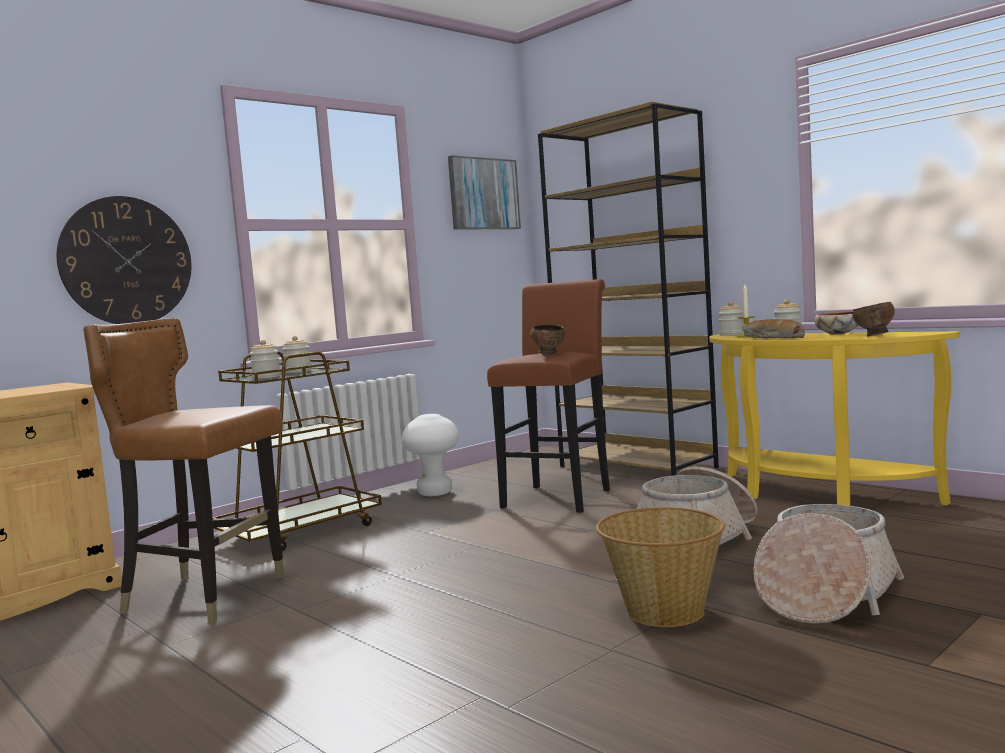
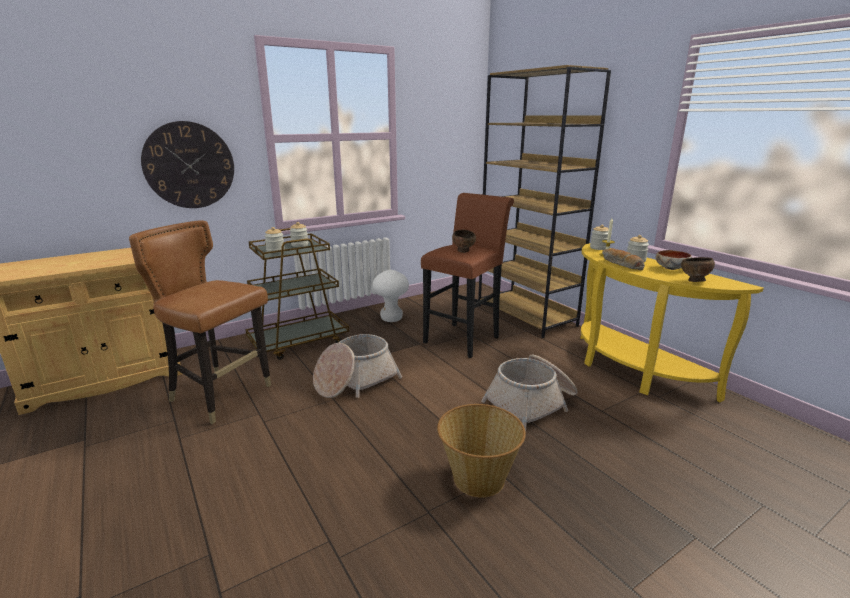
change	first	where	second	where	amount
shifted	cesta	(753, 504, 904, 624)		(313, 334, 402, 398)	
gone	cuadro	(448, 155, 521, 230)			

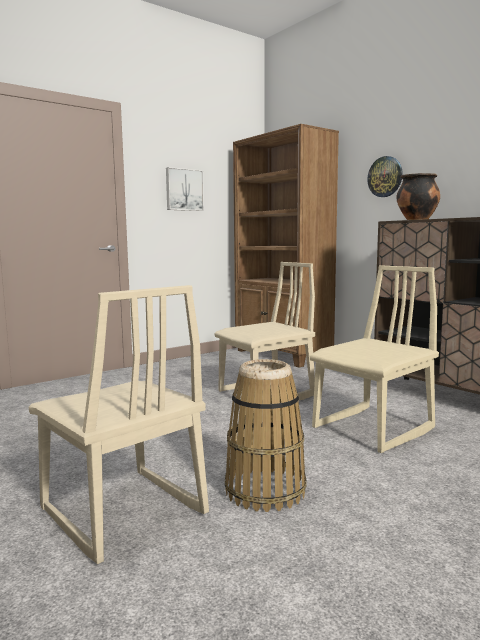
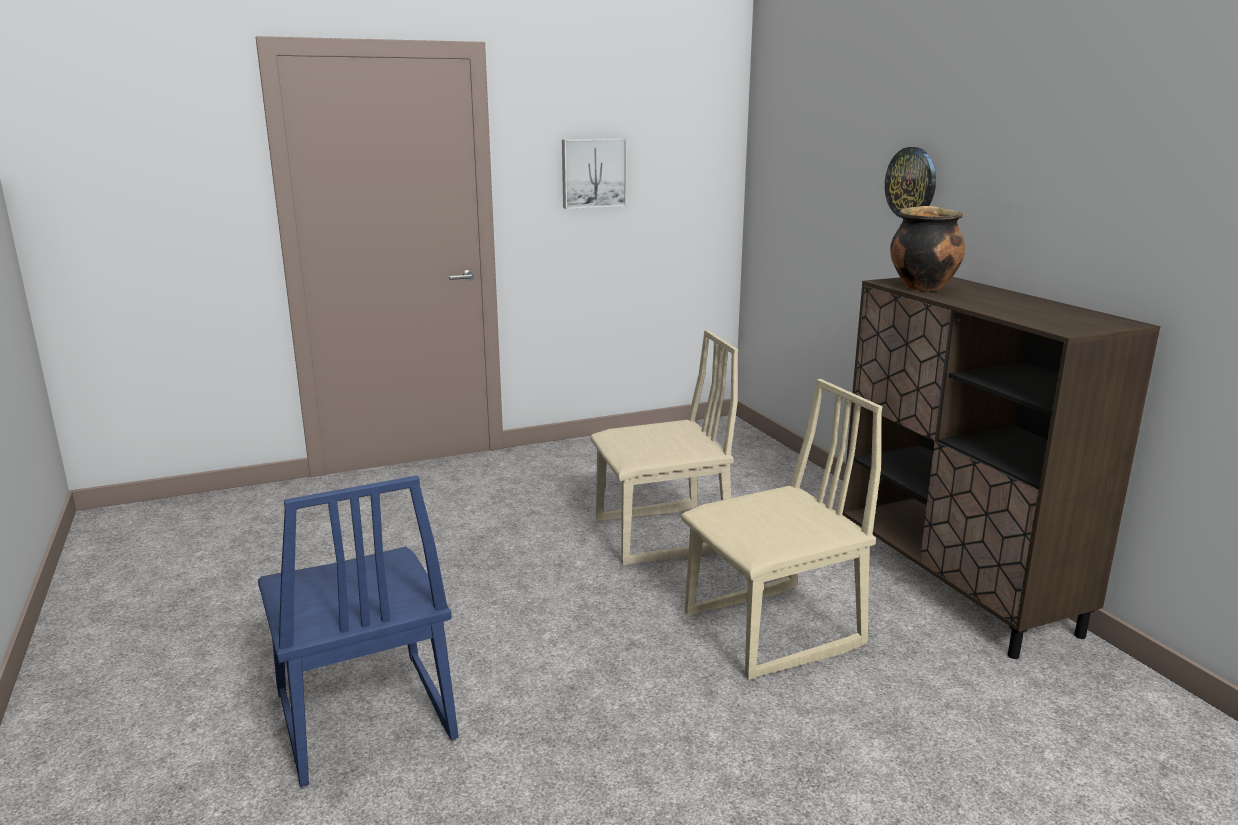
change	first	where	second	where	amount
repainted	silla (beis)	(29, 285, 209, 564)	silla (azul)	(258, 475, 458, 787)	
gone	cesta	(225, 359, 307, 512)			
gone	estantería (marrón)	(233, 124, 339, 368)			

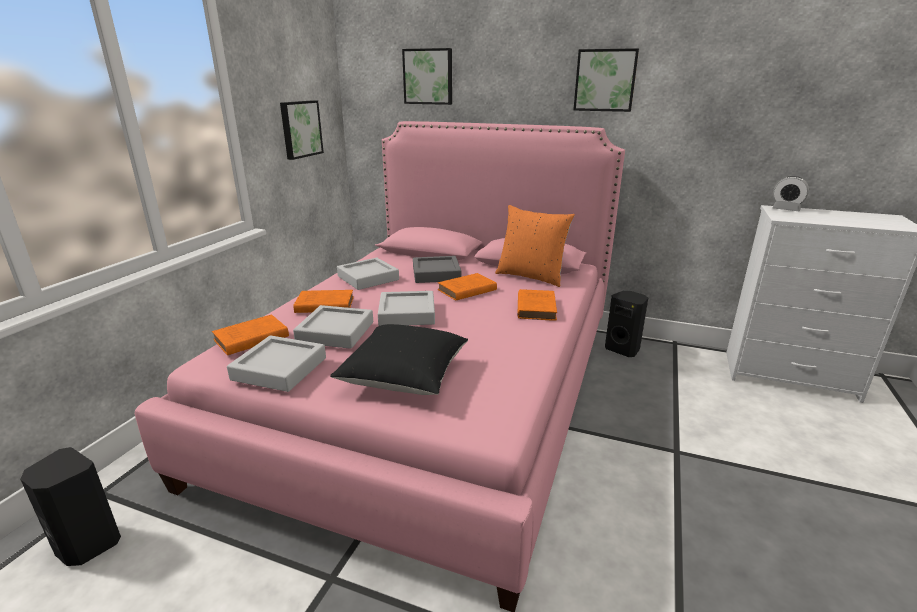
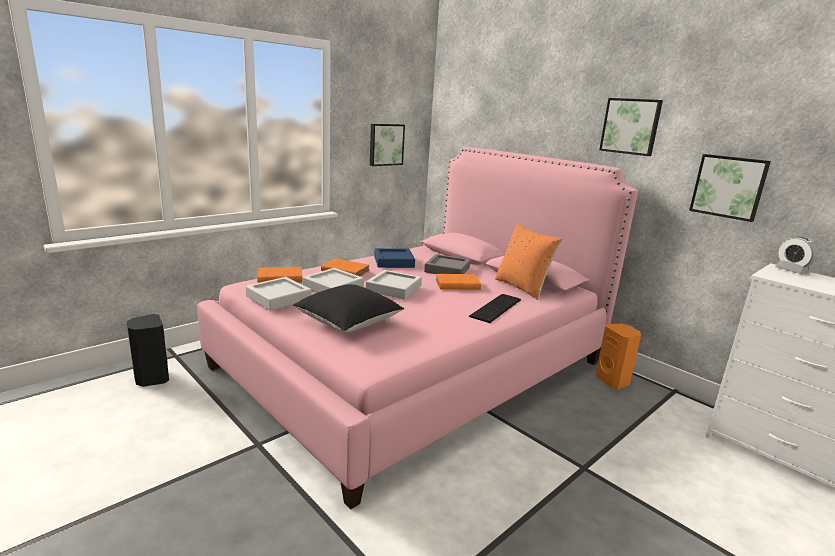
change	first	where	second	where	amount
repainted	bandeja (gris)	(337, 258, 399, 290)	bandeja (azul)	(374, 248, 415, 268)	
swapped	libro (naranja)	(517, 289, 557, 321)	teclado	(469, 294, 521, 323)	
repainted	altavoz (negro)	(605, 291, 648, 357)	altavoz (naranja)	(595, 324, 641, 389)	
shifted	cuadro	(402, 48, 452, 105)		(689, 154, 771, 222)	

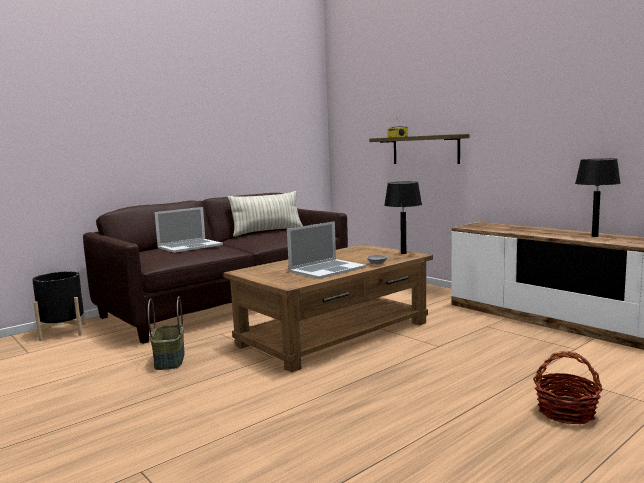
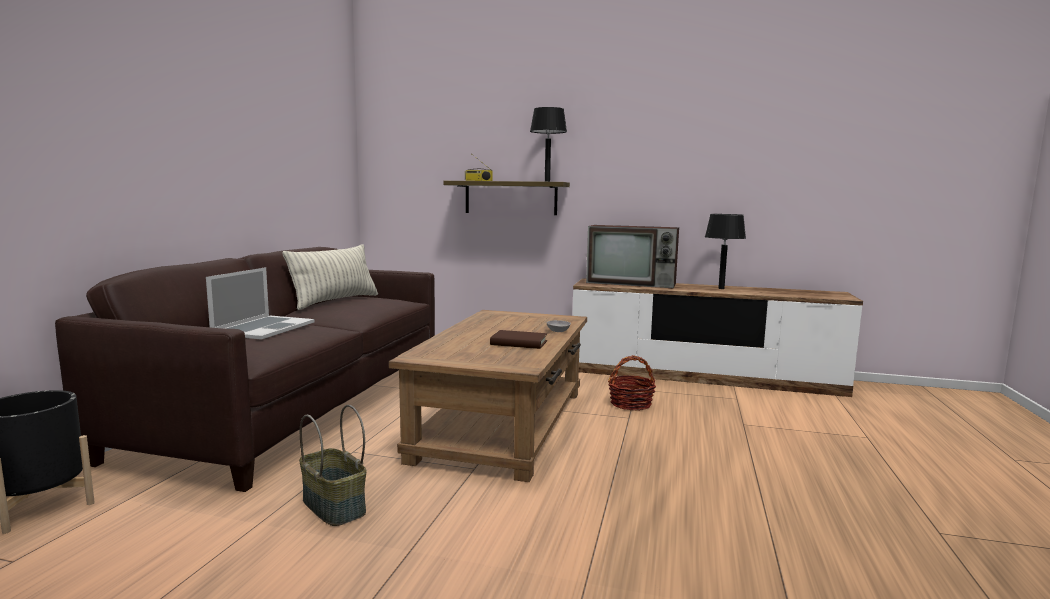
change	first	where	second	where	amount
swapped	portátil	(287, 221, 366, 279)	libro (marrón)	(490, 330, 547, 349)	
shifted	lámpara de mesa (negro)	(384, 182, 422, 254)		(530, 107, 567, 182)	
new			televisor	(586, 225, 679, 288)	
shifted	cesta	(533, 351, 602, 424)		(608, 355, 656, 411)	

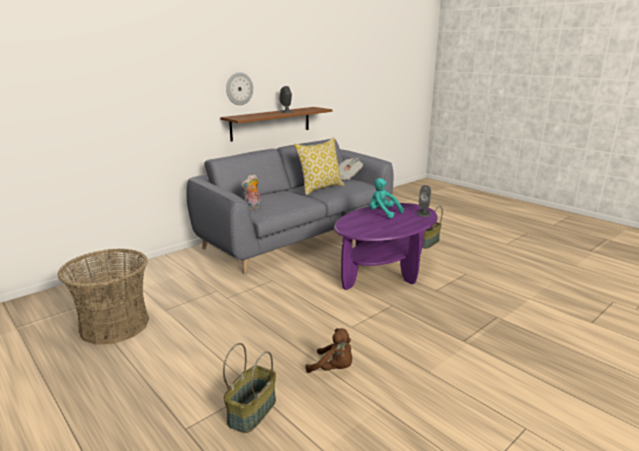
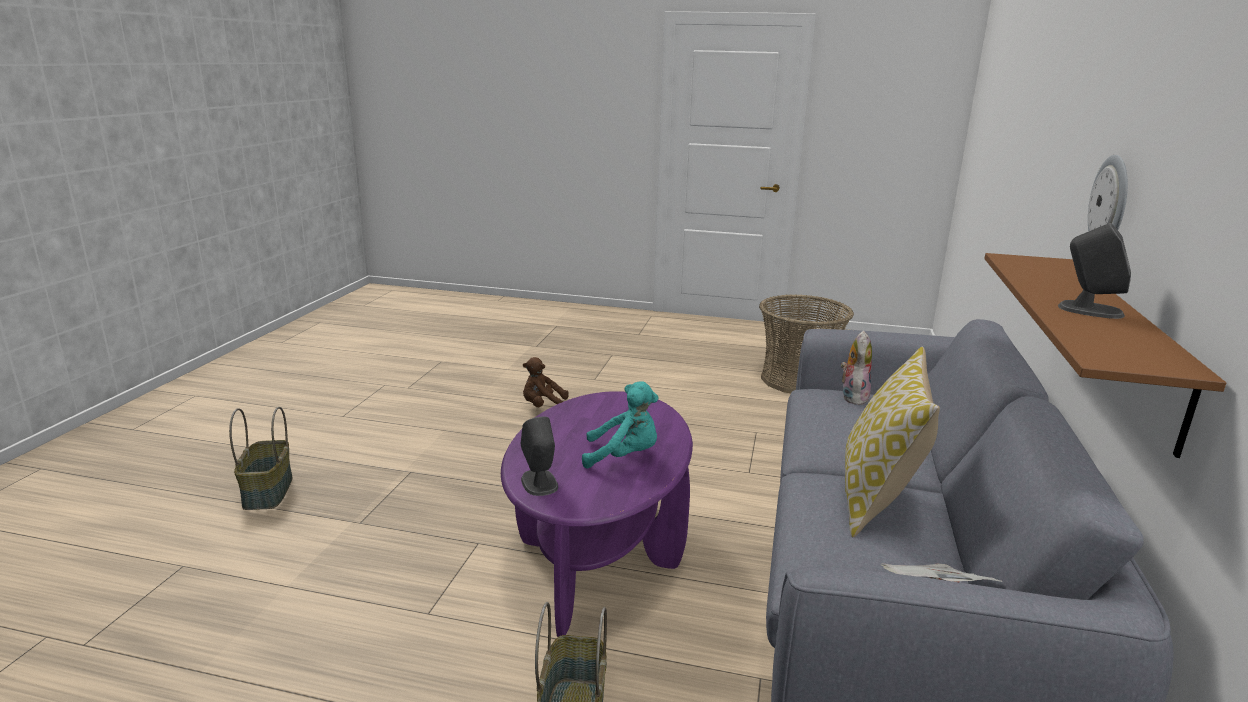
change	first	where	second	where	amount
shifted	cesta	(223, 343, 276, 433)		(229, 407, 292, 510)	

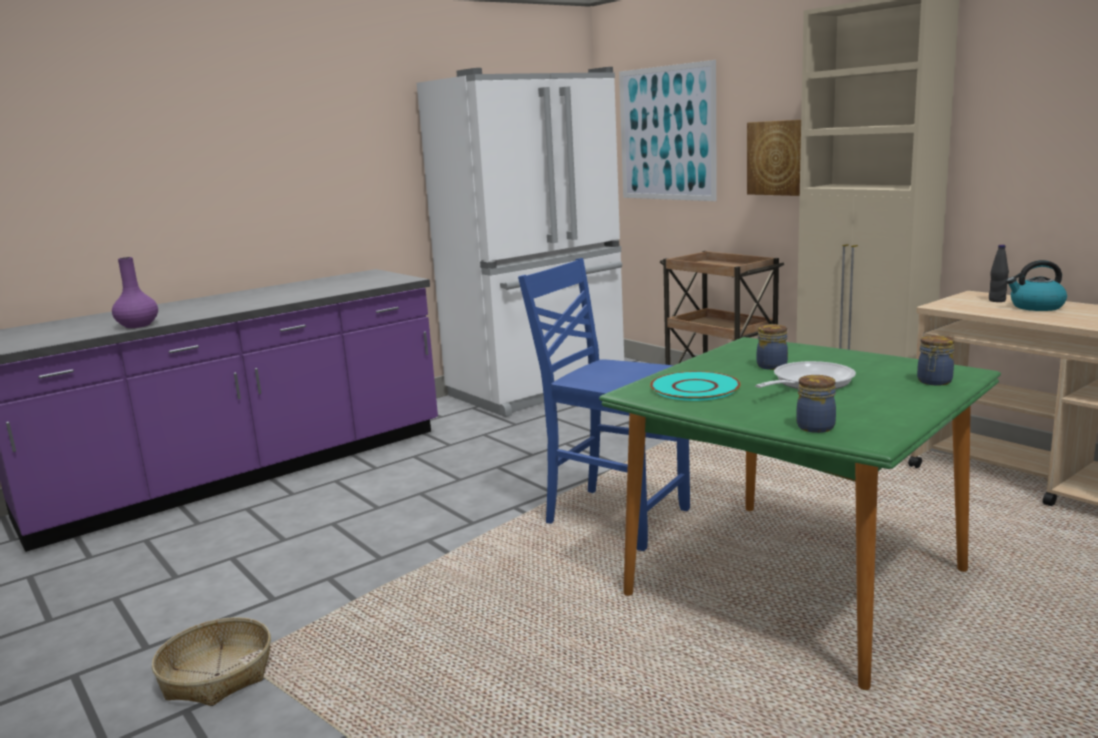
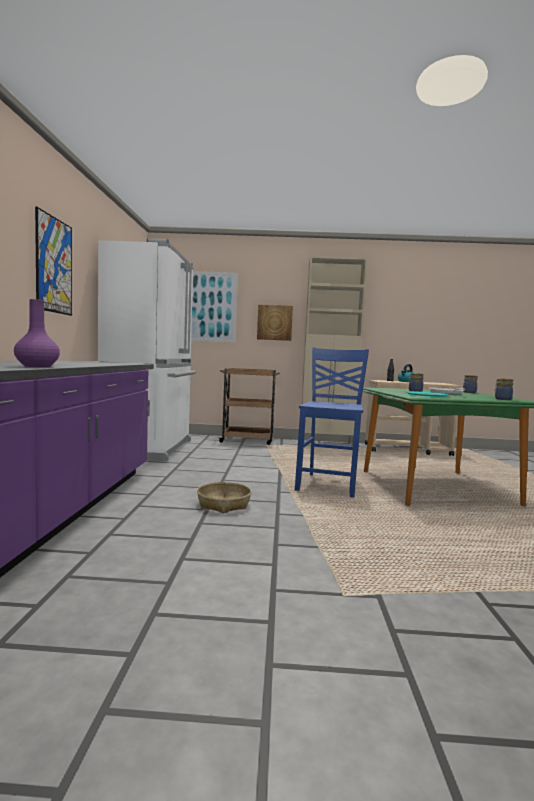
change	first	where	second	where	amount
new			cuadro	(35, 207, 72, 316)	
shifted	cesta	(152, 617, 271, 706)		(197, 482, 252, 514)	
rotated	silla (azul)	(518, 258, 690, 551)		(295, 347, 369, 497)	120 degrees clockwise

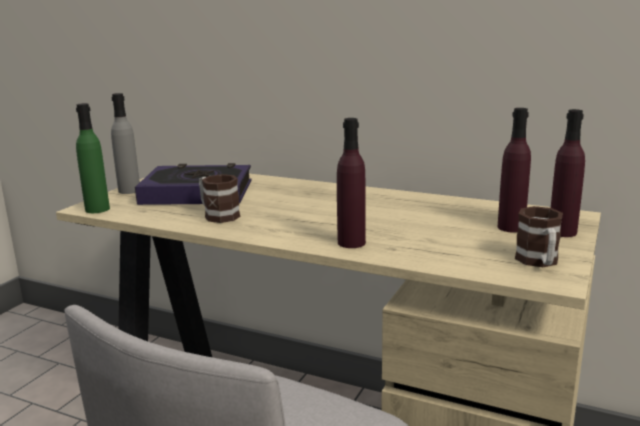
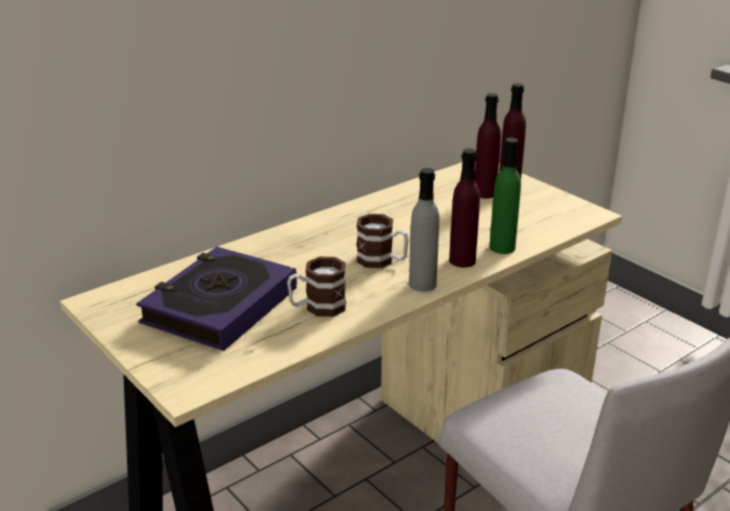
change	first	where	second	where	amount
shifted	taza grande	(515, 206, 563, 267)		(357, 214, 409, 268)	
shifted	botella (gris)	(111, 93, 140, 194)		(409, 168, 439, 292)	
shifted	botella (verde)	(76, 103, 110, 213)		(489, 138, 521, 254)	

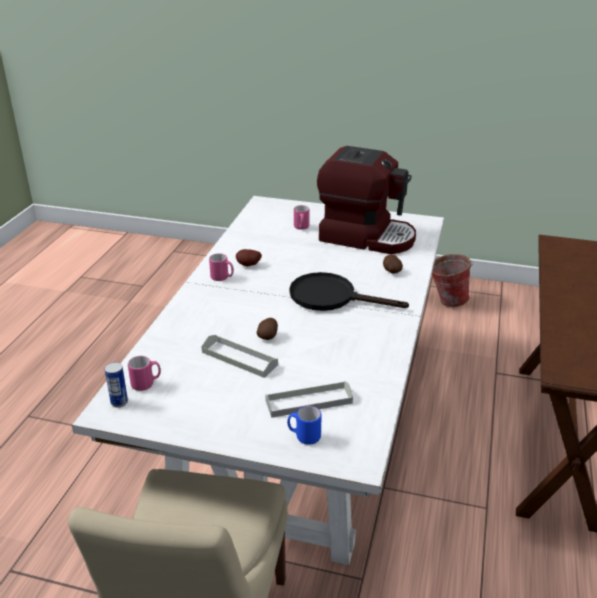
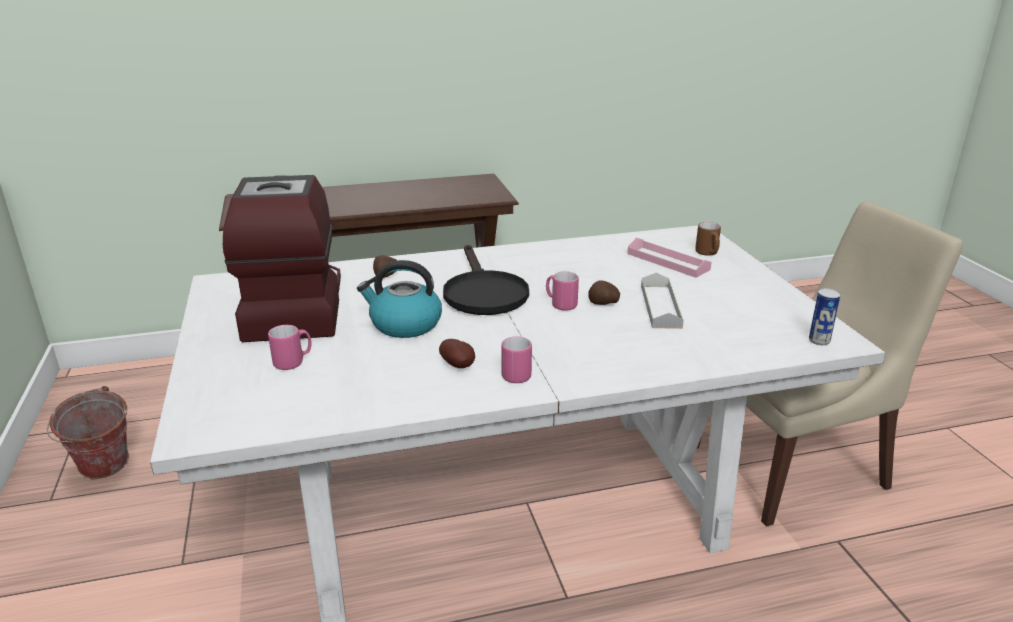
change	first	where	second	where	amount
new			hervidor	(357, 260, 442, 338)	
shifted	taza grande (rosa)	(128, 356, 161, 391)		(546, 271, 579, 311)	
repainted	bandeja (gris)	(265, 381, 353, 418)	bandeja (rosa)	(627, 238, 712, 278)	
repainted	taza grande (azul)	(287, 406, 322, 445)	taza grande (marrón)	(695, 222, 721, 256)	

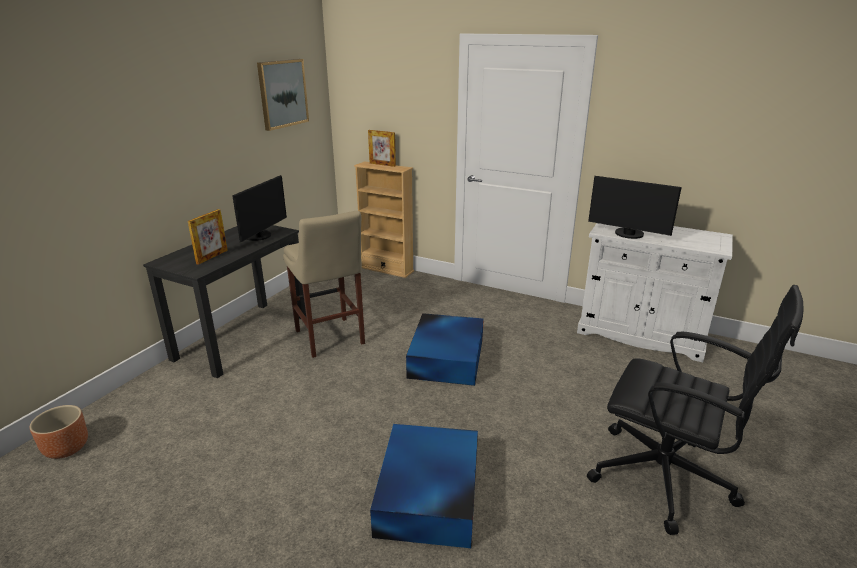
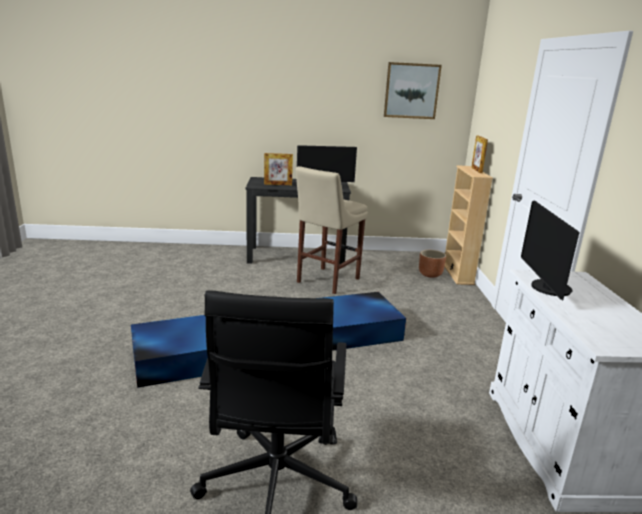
change	first	where	second	where	amount
shifted	maceta (marrón)	(30, 405, 88, 459)		(419, 250, 446, 278)	

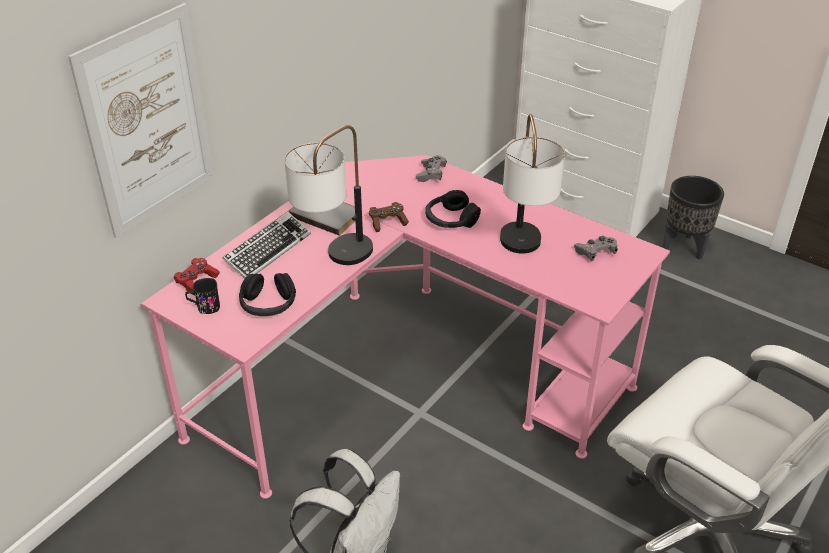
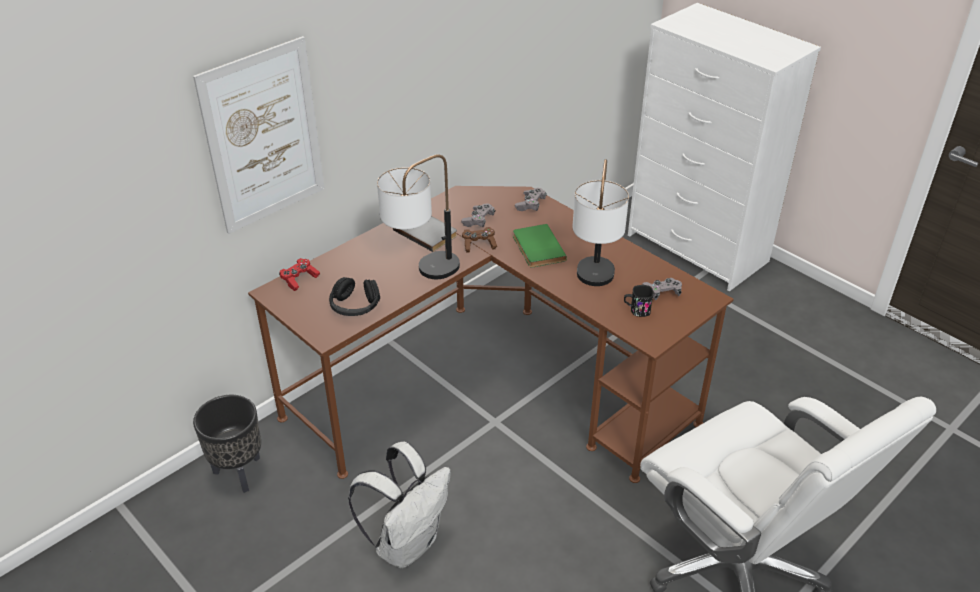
change	first	where	second	where	amount
shifted	maceta (negro)	(662, 176, 724, 260)		(193, 395, 261, 493)	
repainted	escritorio (rosa)	(141, 155, 670, 499)	escritorio (marrón)	(248, 186, 734, 483)	
new			mando de consola (gris)	(461, 203, 495, 227)	
swapped	auriculares (negro)	(425, 190, 481, 228)	libro (verde)	(513, 224, 567, 268)	
shifted	taza grande (negro)	(185, 278, 220, 314)		(624, 285, 654, 317)	
gone	teclado	(222, 211, 311, 278)			

